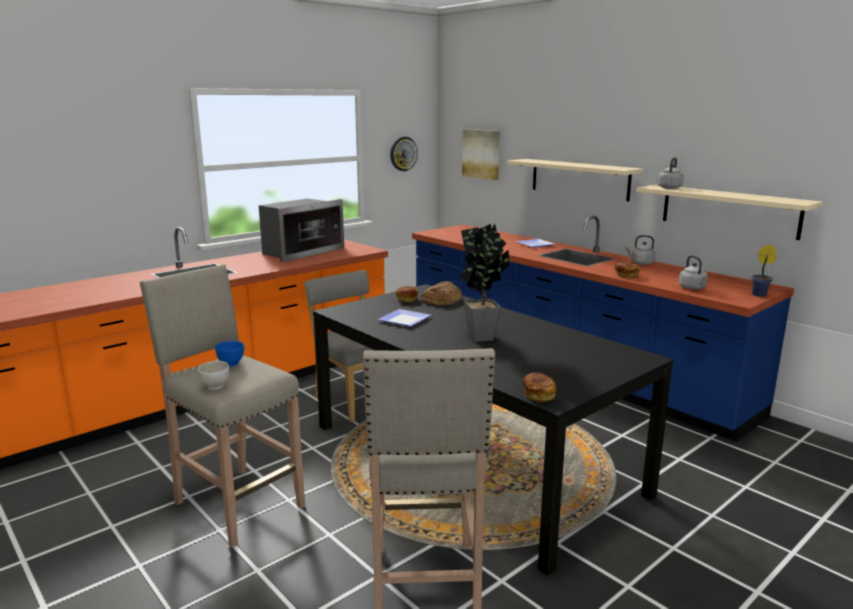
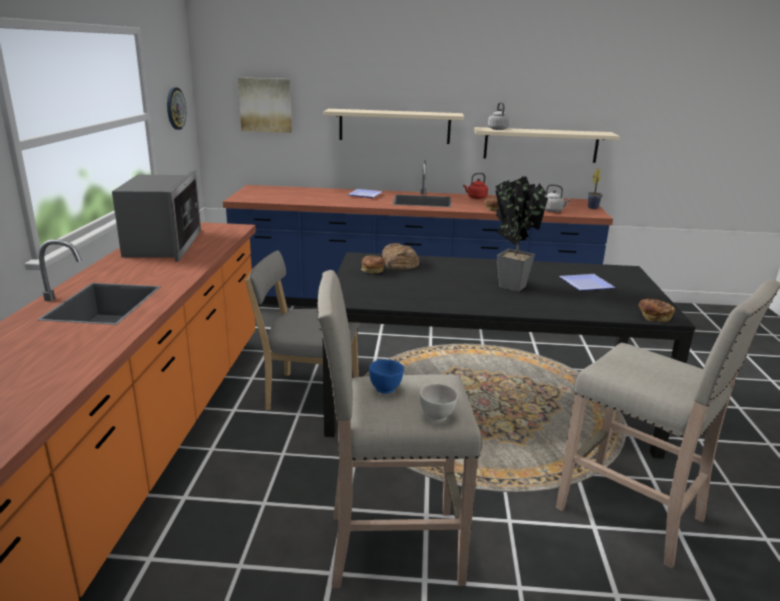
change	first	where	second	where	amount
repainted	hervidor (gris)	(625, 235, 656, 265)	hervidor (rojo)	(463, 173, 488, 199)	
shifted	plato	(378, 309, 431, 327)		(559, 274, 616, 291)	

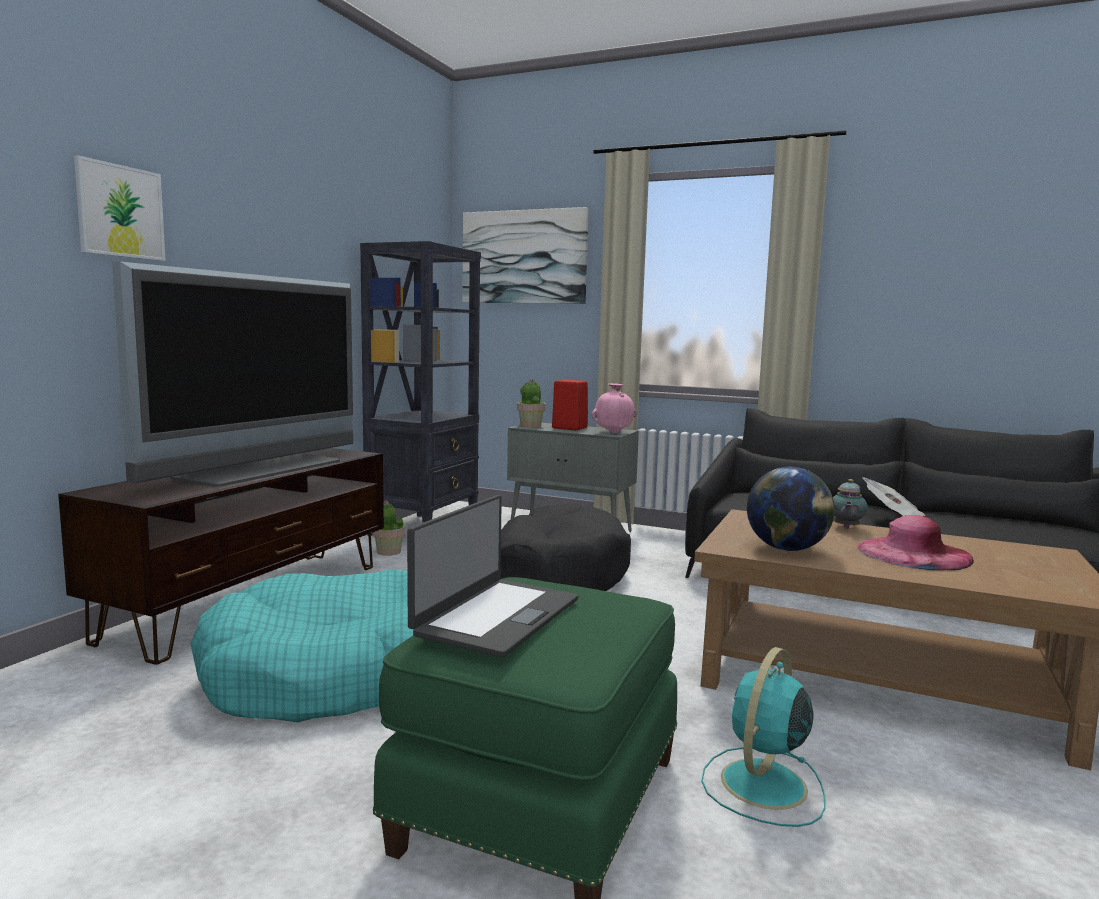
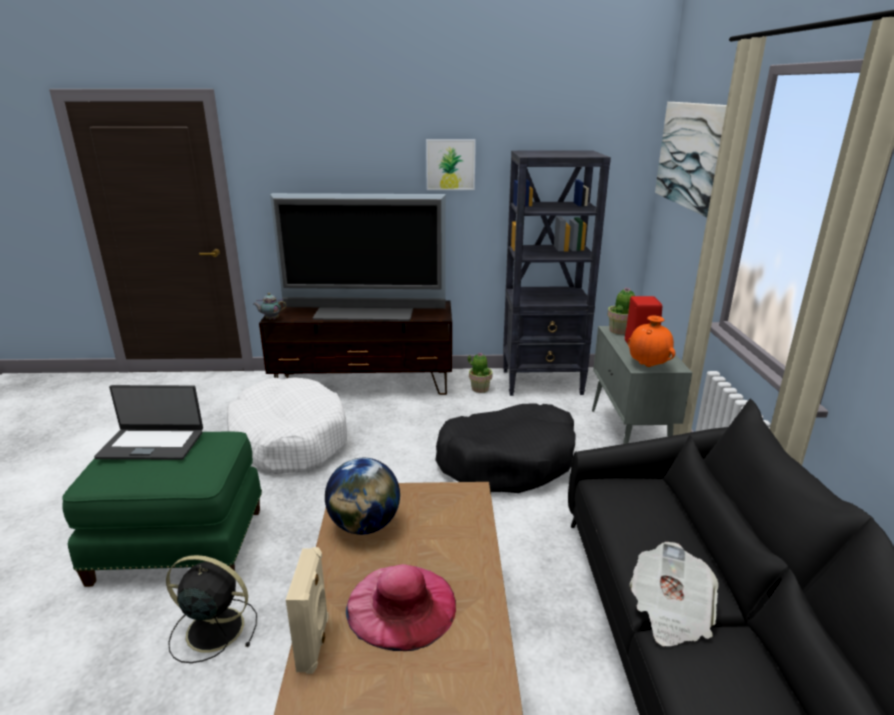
change	first	where	second	where	amount
repainted	ventilador (turquesa)	(701, 647, 826, 827)	ventilador (negro)	(166, 555, 257, 663)	
repainted	cama para perro (turquesa)	(190, 569, 414, 723)	cama para perro (blanco)	(227, 378, 347, 474)	
shifted	tetera	(833, 479, 868, 529)		(253, 293, 287, 319)	
new			altavoz (beis)	(286, 547, 329, 674)	
shifted	cuadro	(74, 156, 166, 261)		(426, 139, 476, 190)	
repainted	florero (rosa)	(592, 383, 637, 433)	florero (naranja)	(628, 315, 675, 367)	

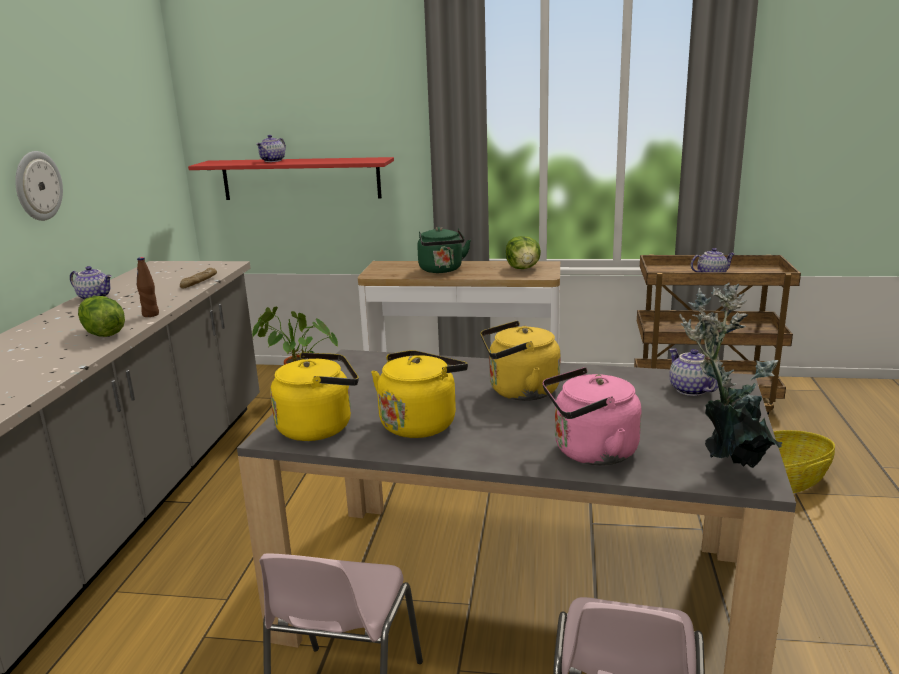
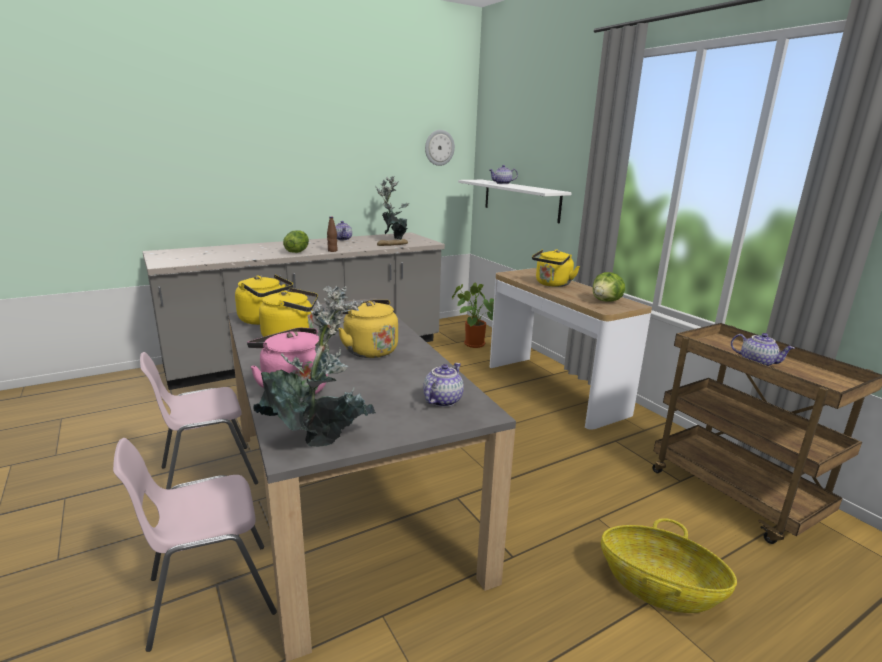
change	first	where	second	where	amount
new			planta en maceta	(375, 176, 409, 240)	
shifted	reloj de pared	(15, 151, 63, 221)		(425, 130, 455, 166)	
repainted	estante (rojo)	(188, 157, 394, 200)	estante (blanco)	(458, 180, 572, 223)	
repainted	hervidor (verde)	(417, 227, 471, 273)	hervidor (amarillo)	(532, 249, 580, 287)	

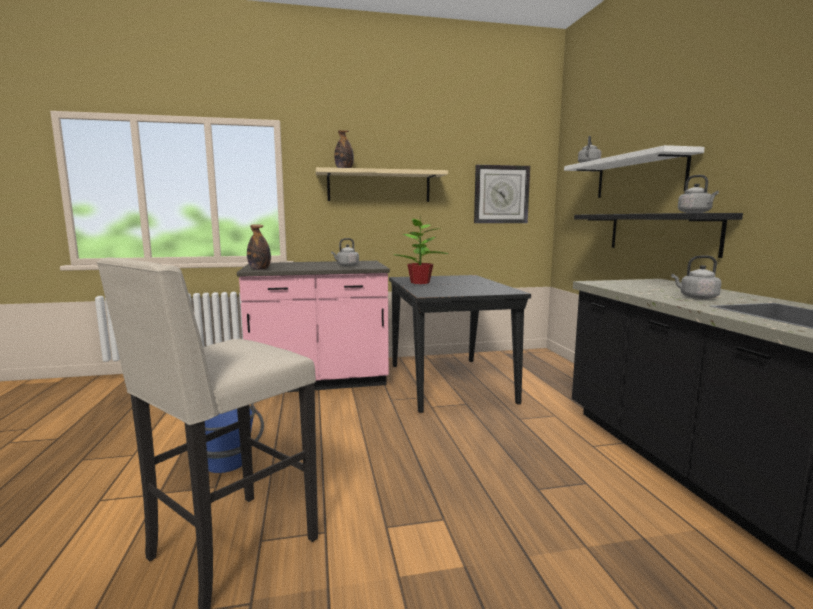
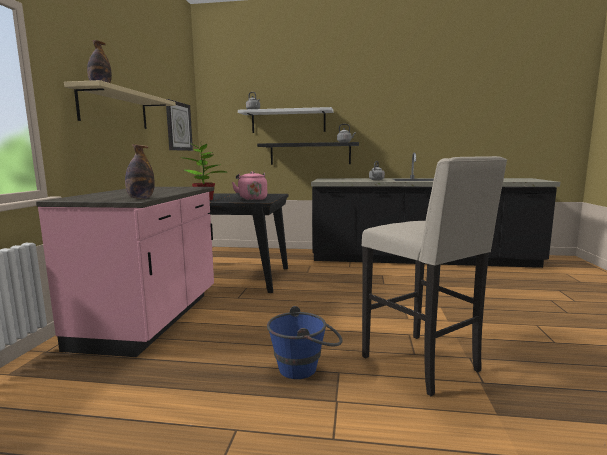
change	first	where	second	where	amount
new			hervidor (rosa)	(232, 171, 267, 201)	
gone	hervidor (gris)	(331, 238, 359, 267)			

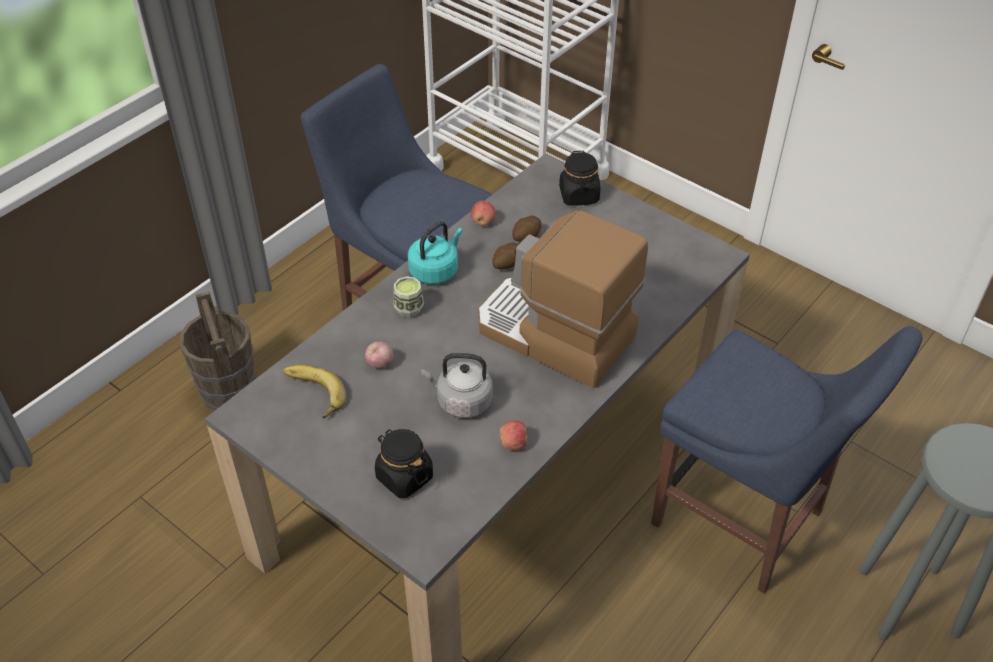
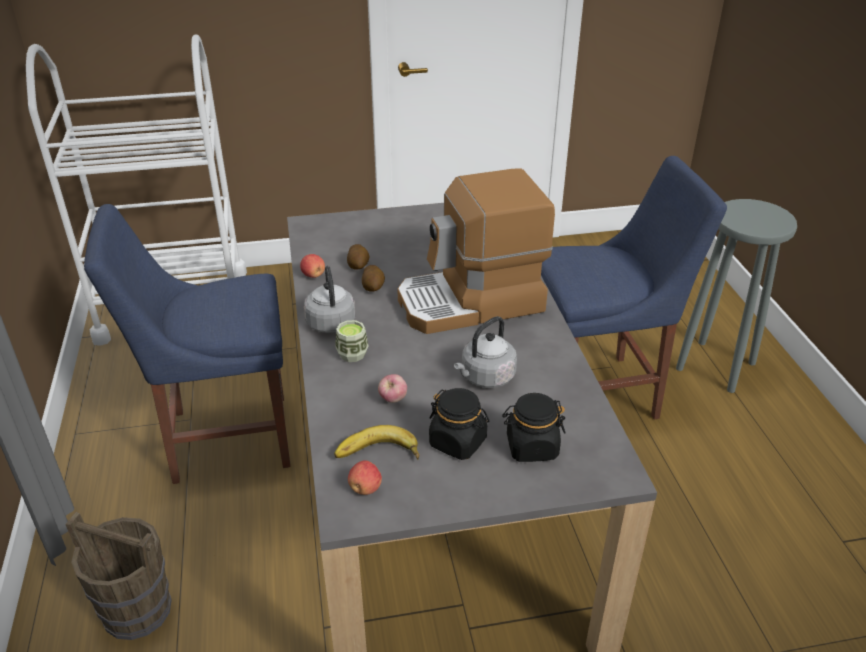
change	first	where	second	where	amount
repainted	hervidor (turquesa)	(408, 221, 463, 284)	hervidor (gris)	(304, 266, 355, 333)	
shifted	manzana	(500, 420, 529, 451)		(348, 460, 382, 495)	
shifted	tarro (negro)	(559, 151, 600, 206)		(429, 388, 489, 460)	

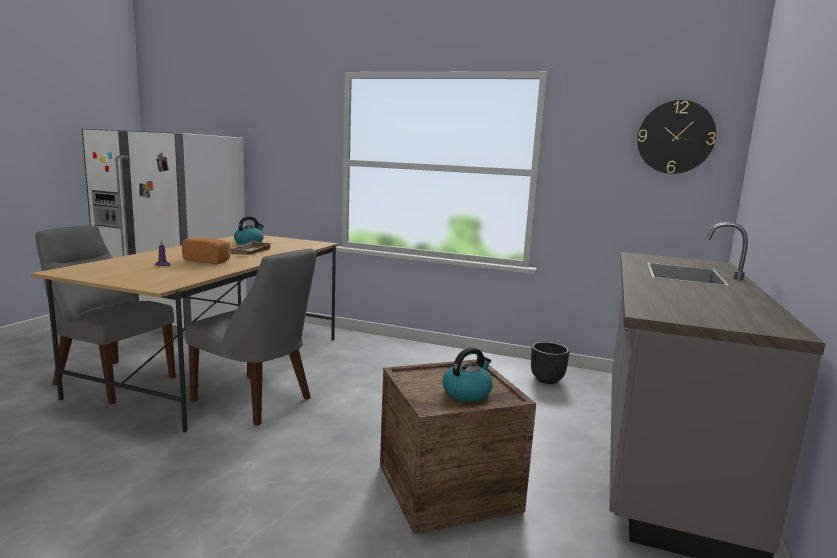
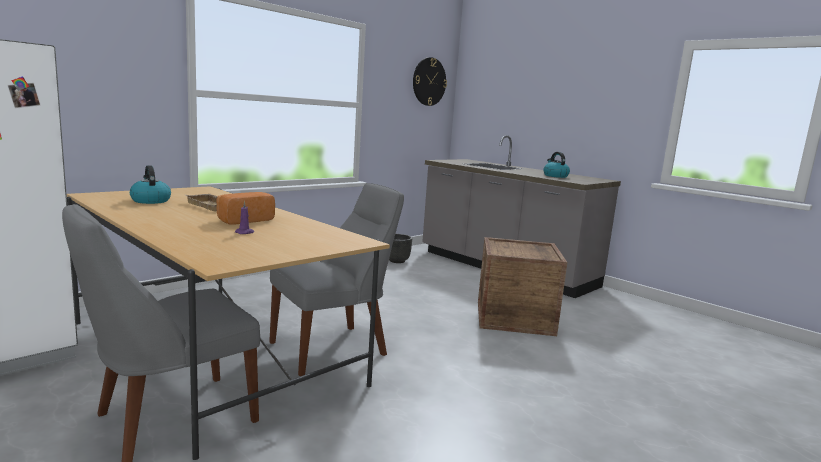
change	first	where	second	where	amount
shifted	hervidor	(442, 347, 493, 402)		(543, 152, 570, 178)	

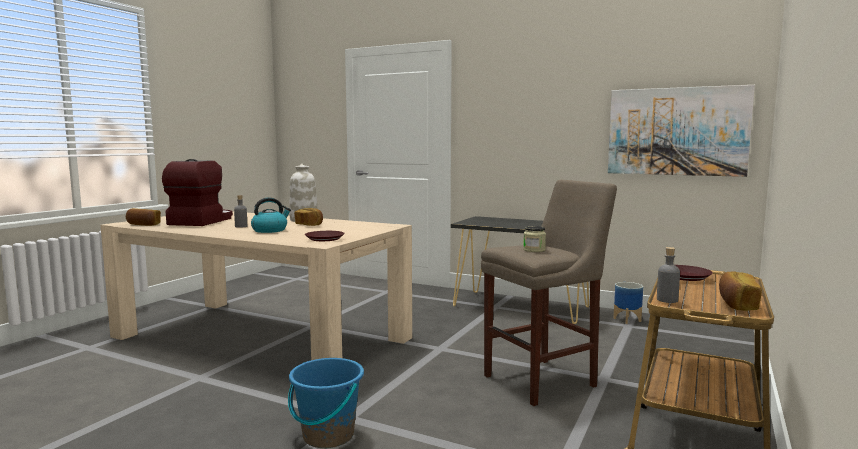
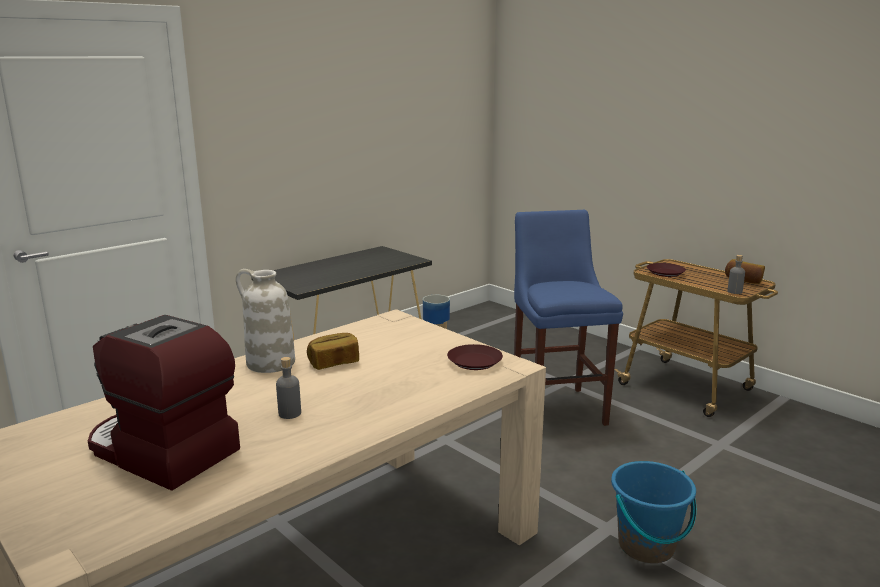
change	first	where	second	where	amount
repainted	taburete (beis)	(481, 179, 617, 406)	taburete (azul)	(514, 210, 623, 426)	
gone	pan	(126, 208, 161, 226)			
gone	hervidor	(251, 198, 291, 233)			
gone	tarro	(523, 226, 546, 252)			
gone	cuadro	(608, 85, 755, 177)			

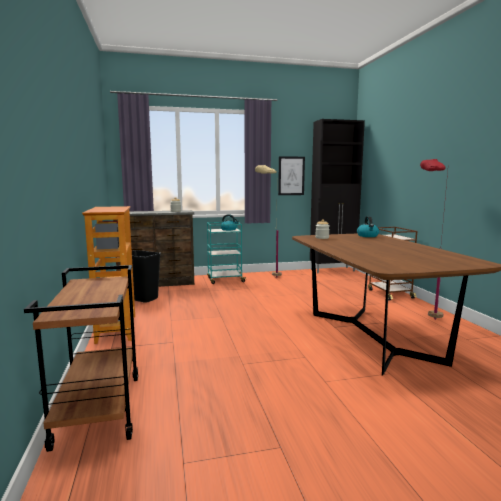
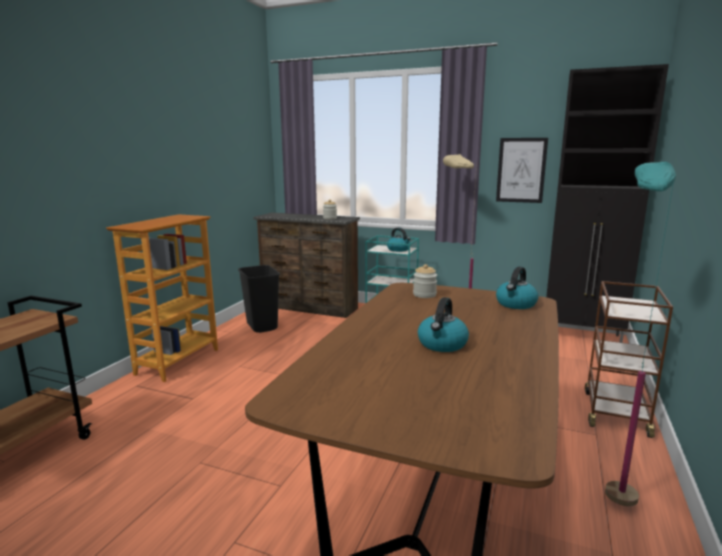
change	first	where	second	where	amount
new			hervidor	(418, 297, 469, 352)	
repainted	lámpara de pie (rojo)	(420, 159, 448, 320)	lámpara de pie (turquesa)	(605, 162, 676, 506)	

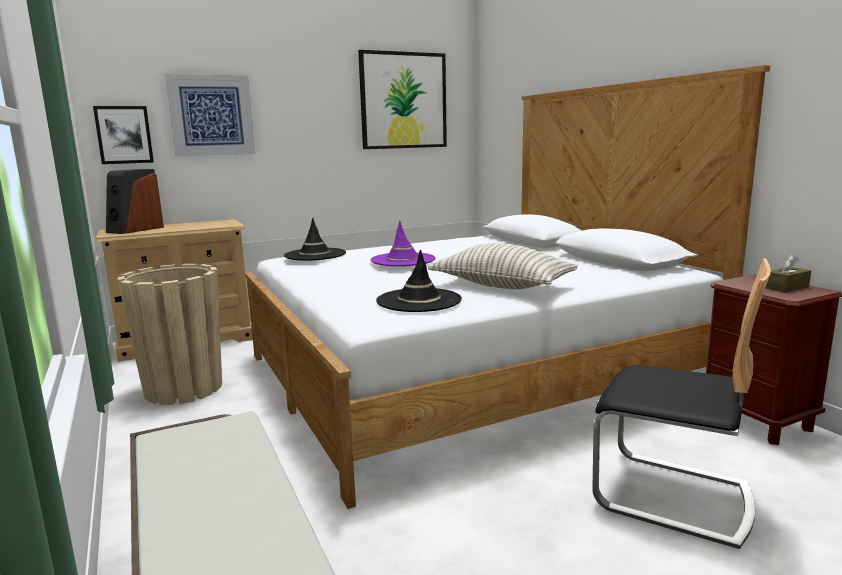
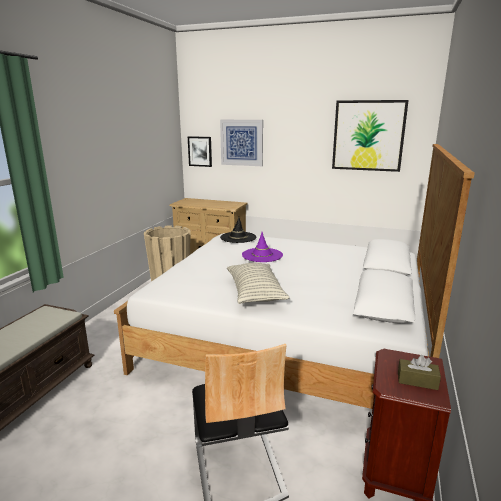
change	first	where	second	where	amount
gone	altavoz	(106, 169, 164, 234)			
gone	sombrero (negro)	(376, 250, 462, 312)			

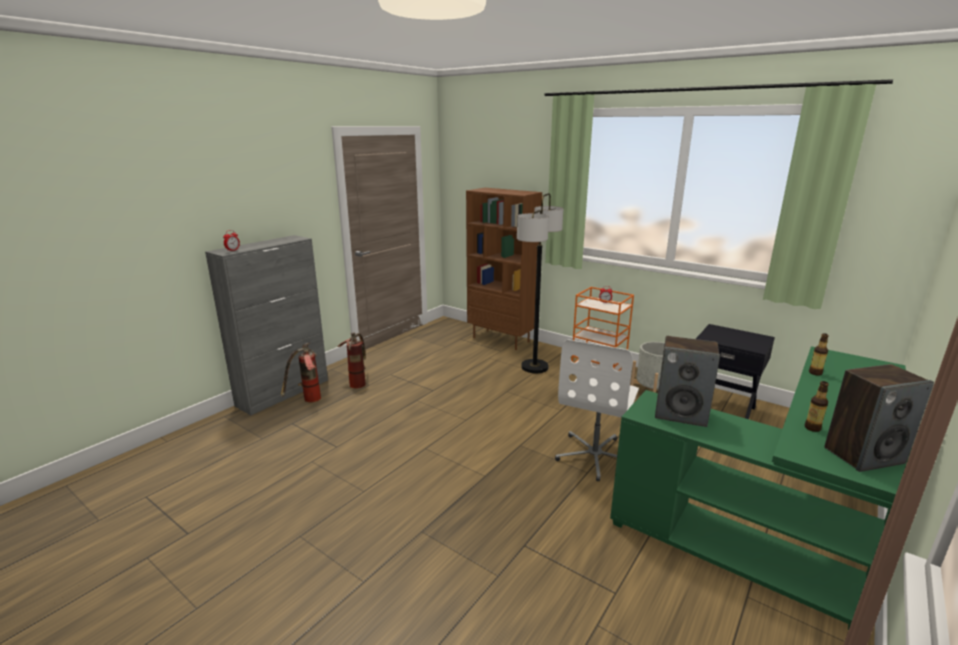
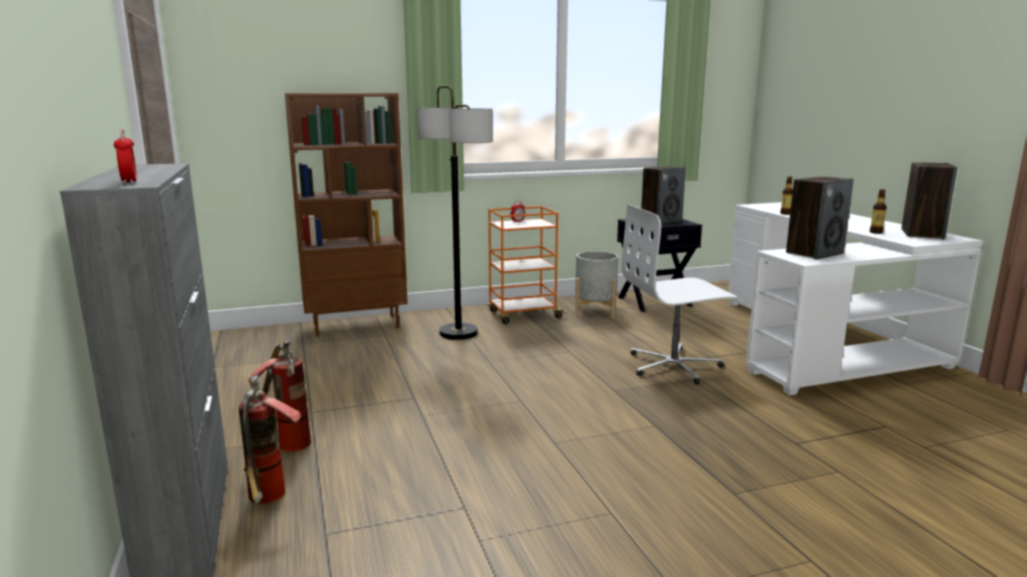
change	first	where	second	where	amount
rotated	silla de oficina (blanco)	(555, 339, 639, 481)		(621, 204, 737, 384)	105 degrees clockwise
new			altavoz	(641, 166, 686, 224)	
repainted	escritorio (verde)	(610, 346, 912, 630)	escritorio (blanco)	(728, 202, 983, 395)	

